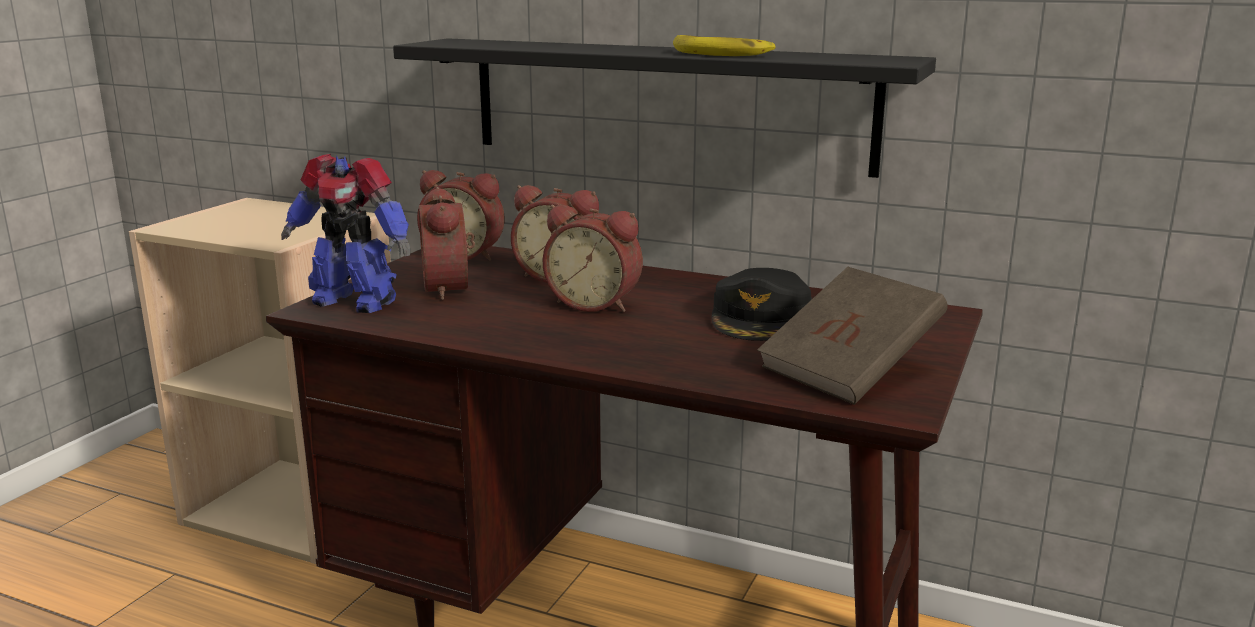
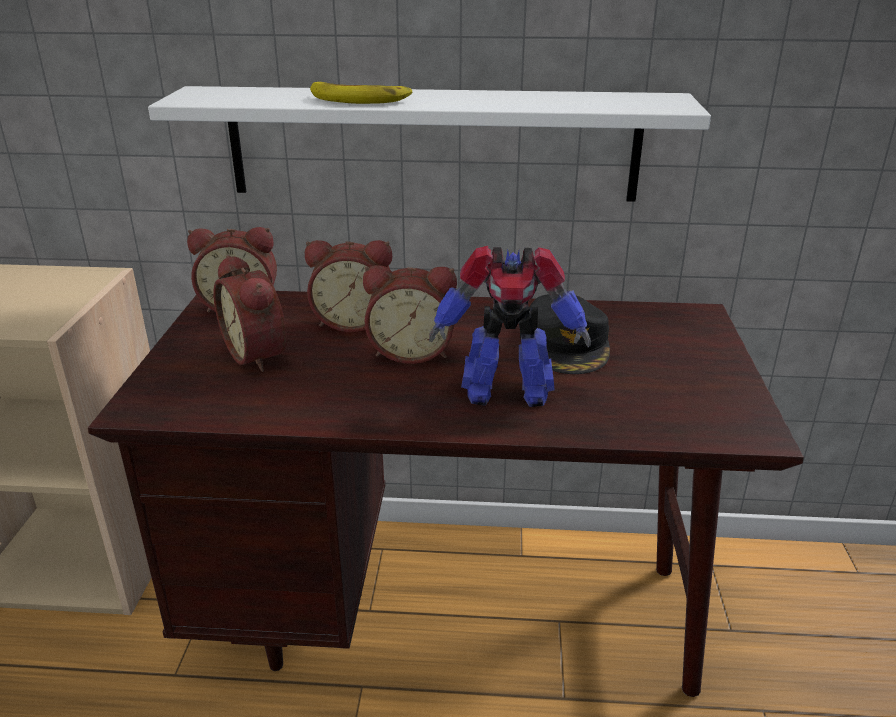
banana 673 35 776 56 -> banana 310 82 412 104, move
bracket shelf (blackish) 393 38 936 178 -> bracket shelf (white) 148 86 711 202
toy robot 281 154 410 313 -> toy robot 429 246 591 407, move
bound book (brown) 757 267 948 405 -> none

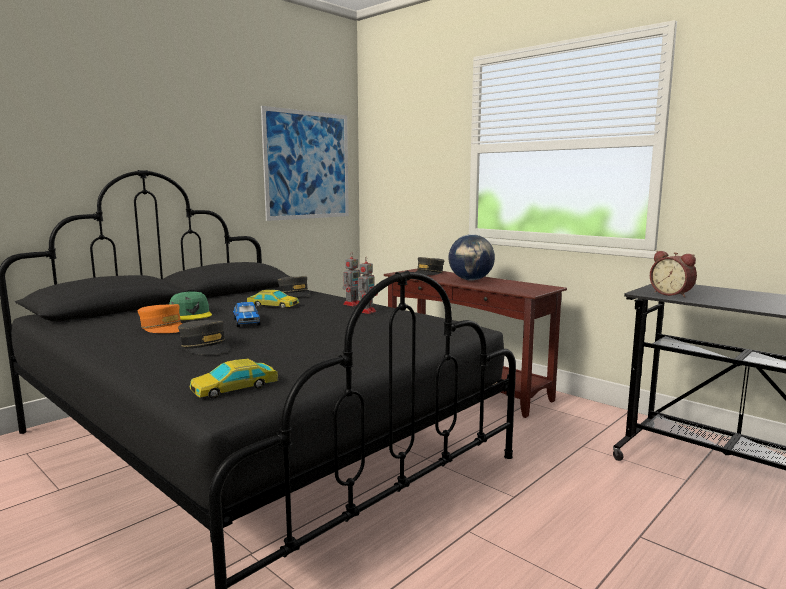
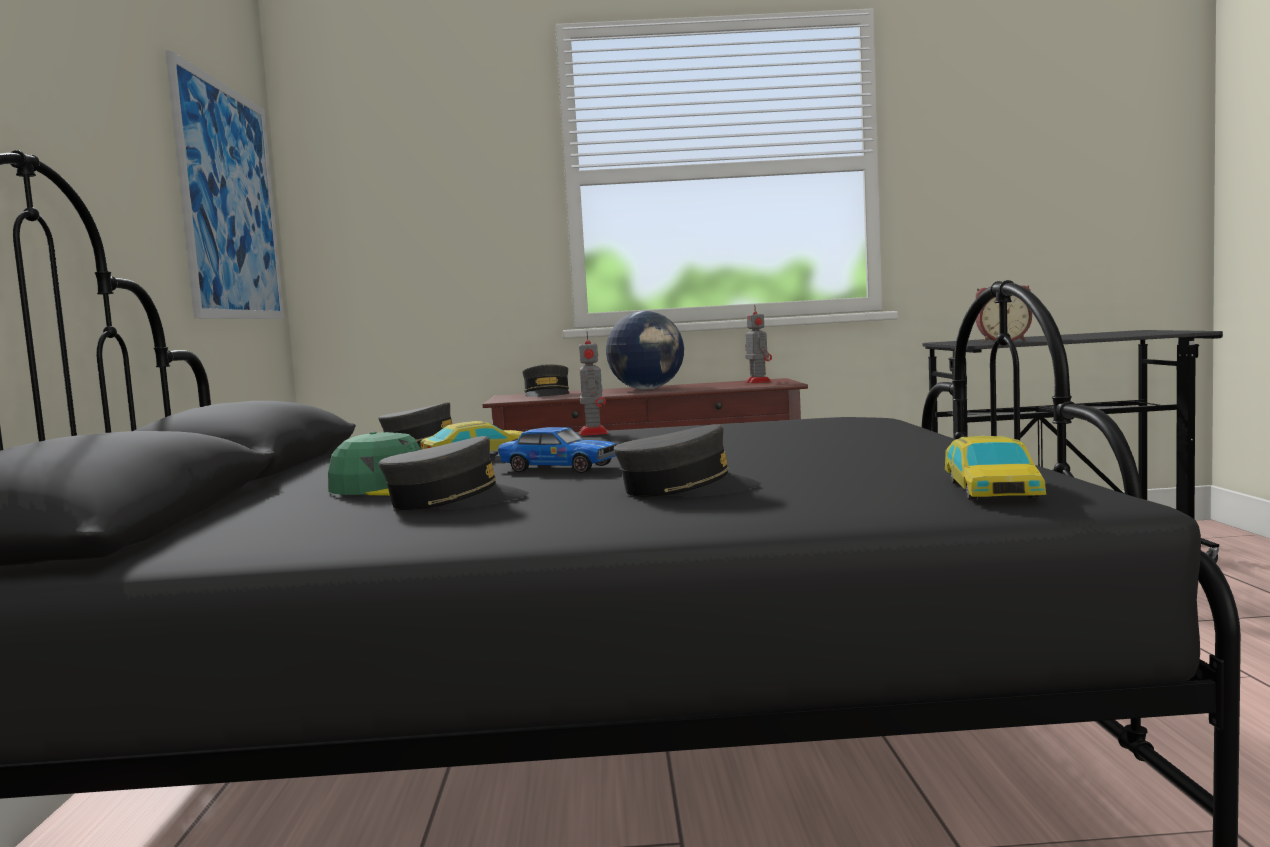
toy robot 357 257 378 314 -> toy robot 745 305 772 384, move
baseball cap (orangey) 138 304 182 333 -> baseball cap (grey) 379 436 529 510

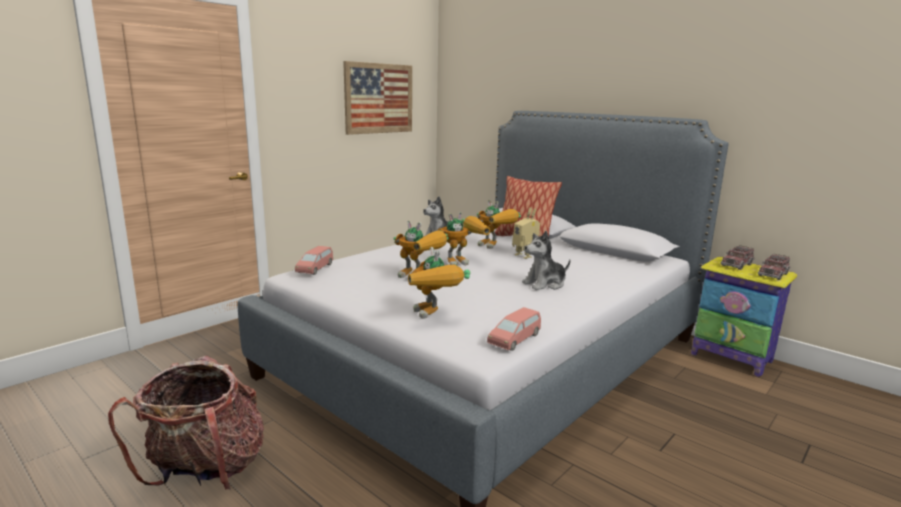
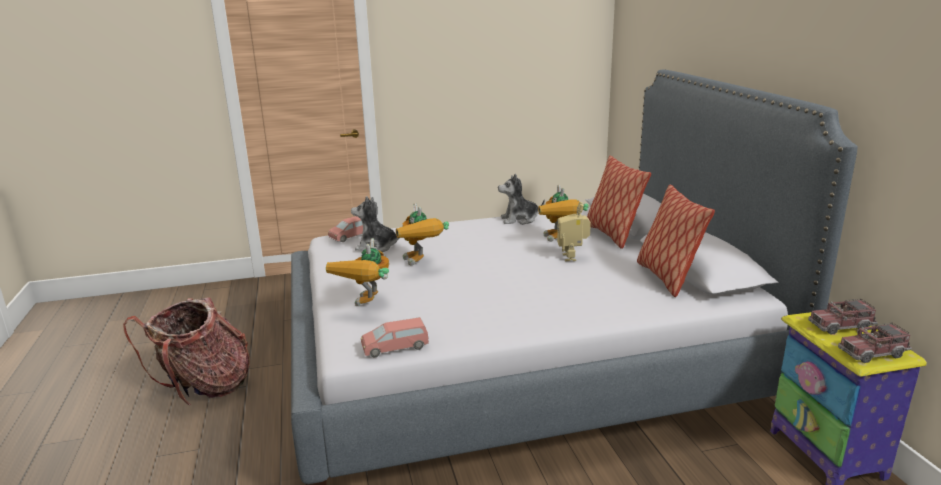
wall art 343 61 412 135 -> none
toy robot 437 212 491 266 -> none
cuddly toy 522 231 571 290 -> cuddly toy 351 196 399 252, move
none -> throw pillow 637 185 715 297

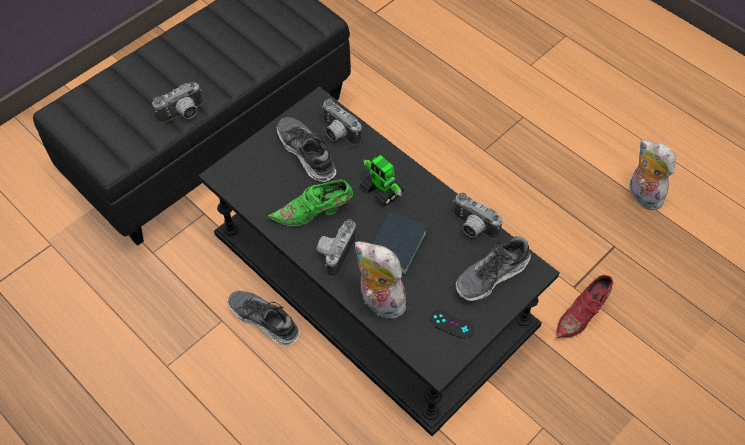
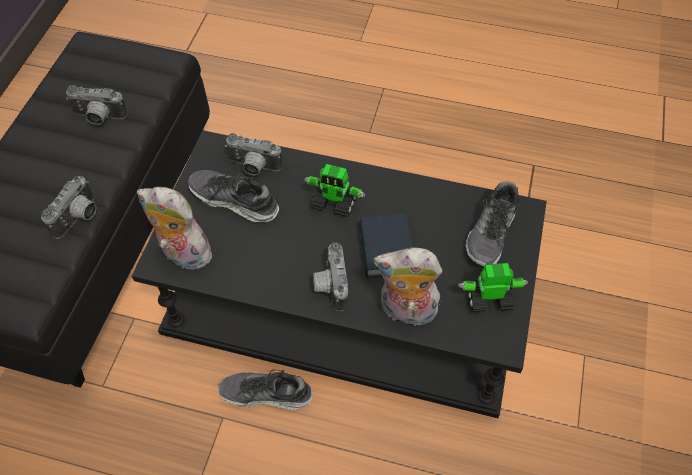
cuddly toy 628 139 676 210 -> cuddly toy 137 187 216 270, move
shoe (green) 268 180 353 226 -> none
still camera 453 192 503 239 -> still camera 66 85 128 125, move
shoe (red-coloured) 556 275 613 338 -> none
joypad (blackish) 429 310 474 339 -> toy robot 458 263 528 312

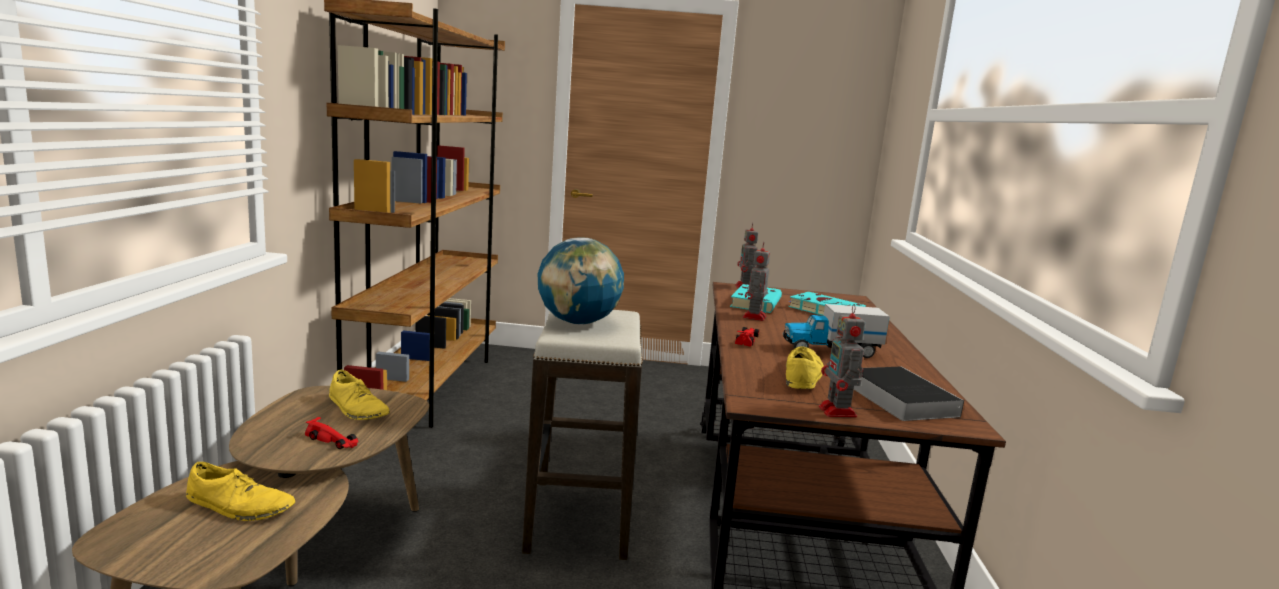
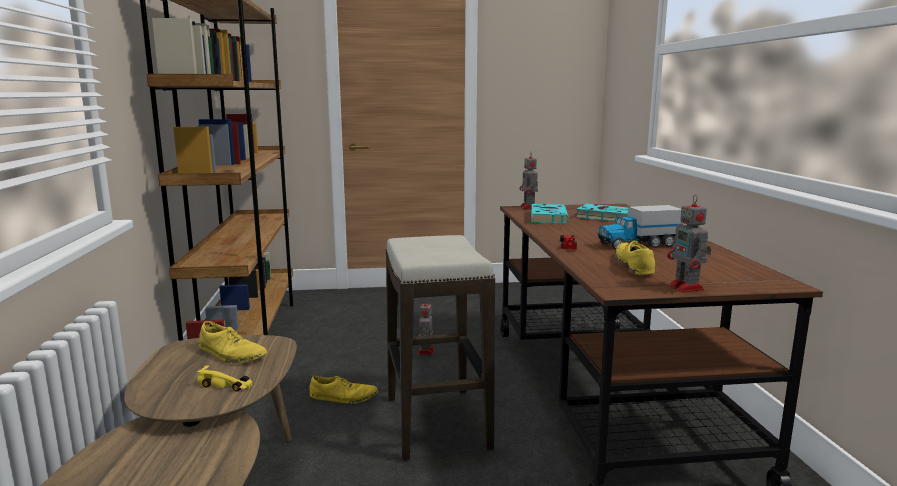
world globe 538 237 624 324 -> none
toy robot 742 242 770 321 -> toy robot 417 299 435 355, move
bound book 854 367 964 421 -> none
toy car (red-coloured) 305 417 359 449 -> toy car (yellowish) 197 365 252 391
shoe (yellowish) 186 462 296 521 -> shoe (yellowish) 310 376 378 404, move

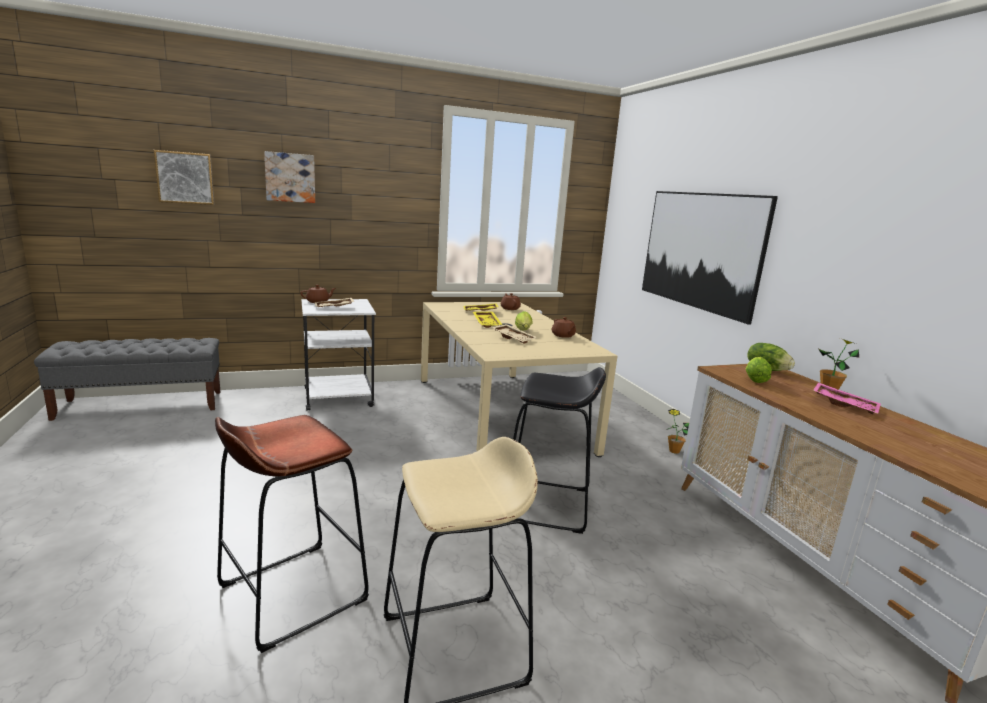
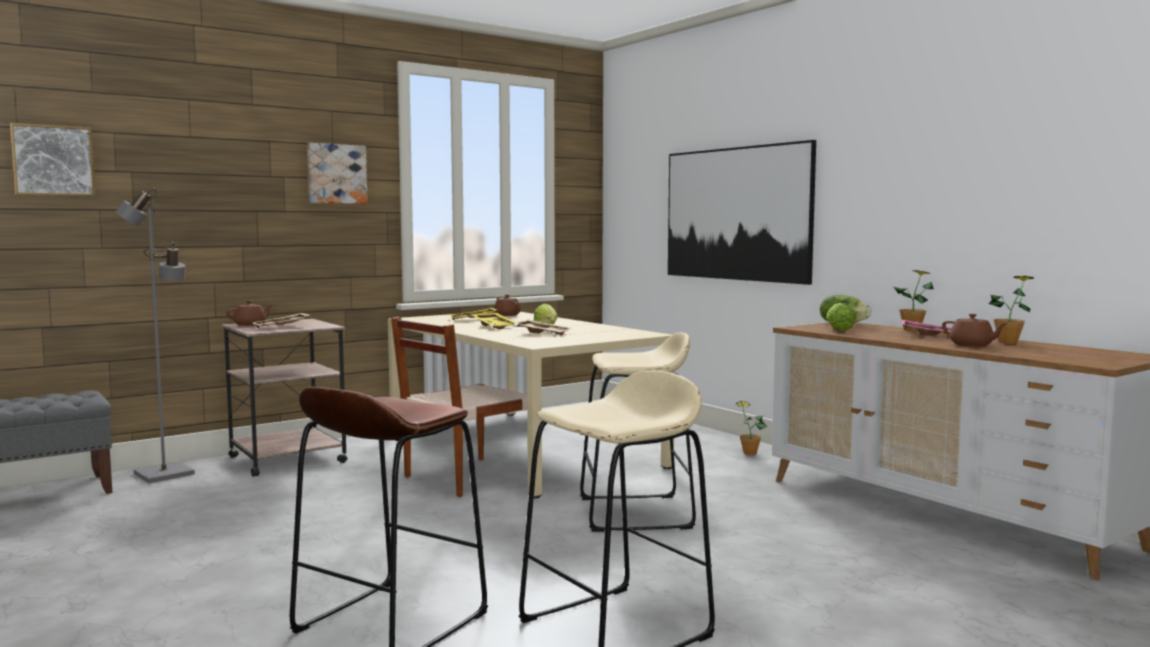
wall art 264 151 315 203 -> wall art 307 143 368 204, move
wheeled cart (white) 301 299 376 410 -> wheeled cart (brown) 222 319 348 477
tea pot (brown) 552 317 576 338 -> tea pot (brown) 942 314 1008 347, move
stool (blackish) 513 367 606 534 -> stool (beige) 580 332 696 532
none -> floor lamp (grey) 115 188 195 483
none -> plant in a pot 989 276 1034 344
none -> chair 391 317 527 497

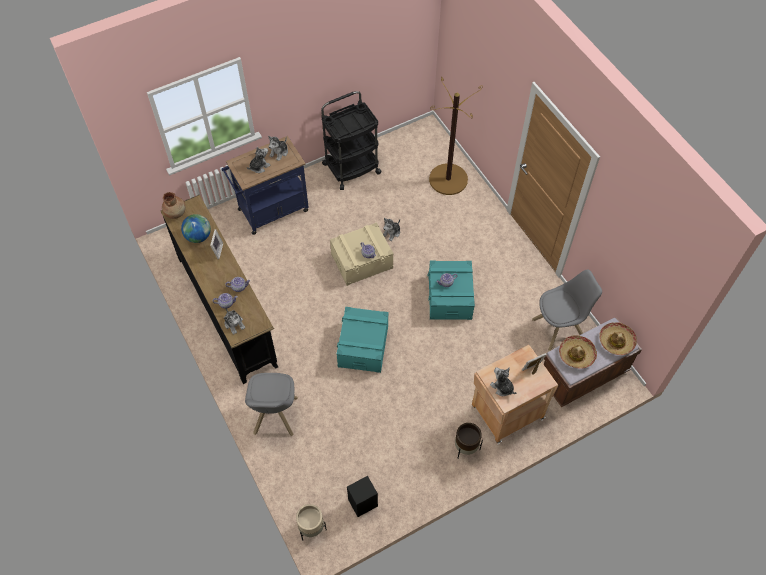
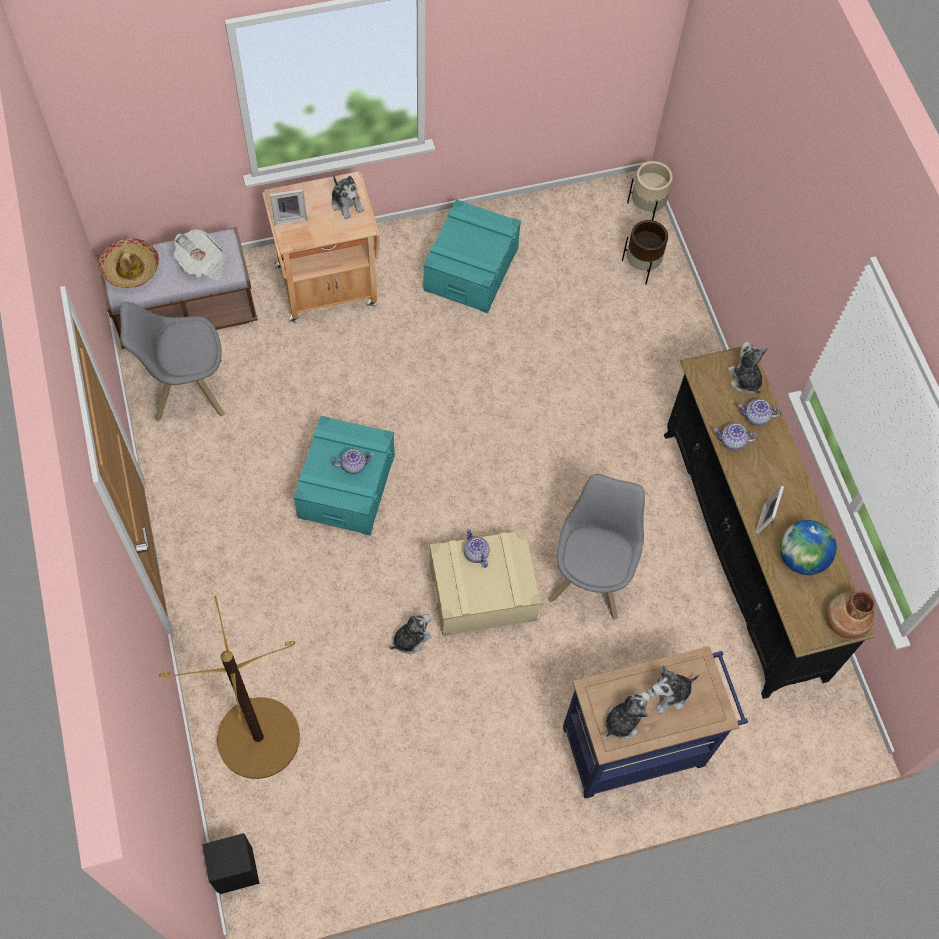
wheeled cart (blackish) 321 91 382 190 -> none
storage bin (turquoise) 336 307 388 373 -> storage bin (turquoise) 423 199 521 314, move
clothing hat 559 335 597 369 -> newspaper 174 229 226 280
chair (grey) 245 373 298 436 -> chair (grey) 548 474 645 620, move
plant pot (brown) 455 423 483 458 -> plant pot (brown) 622 220 668 285, move
audio speaker (blackish) 347 476 378 517 -> audio speaker (blackish) 202 833 260 894, move

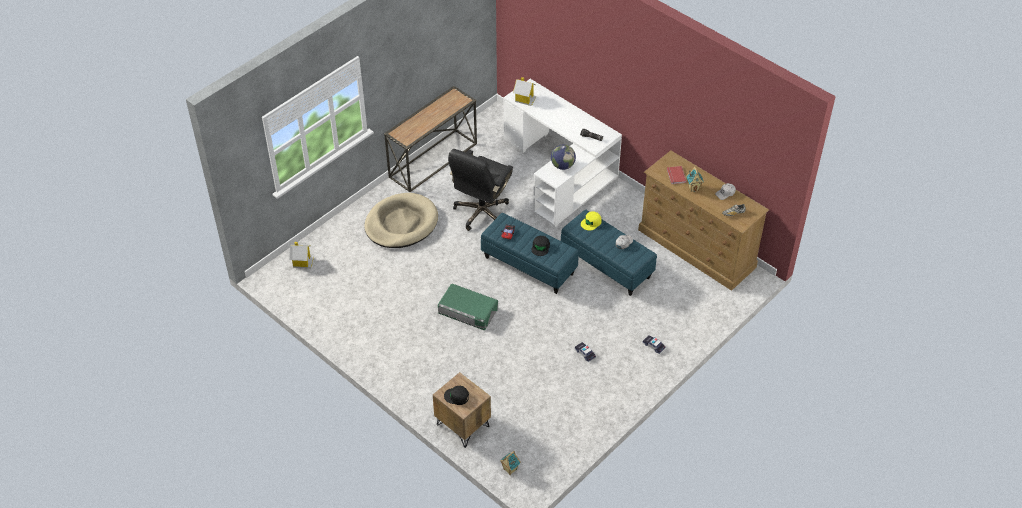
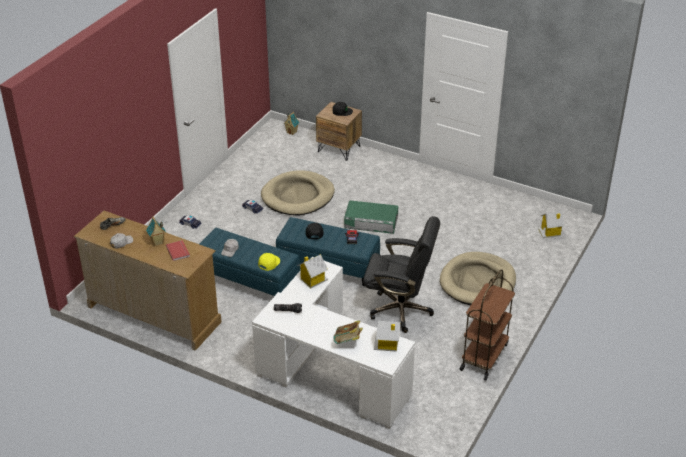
hall table 384 86 477 192 -> wheeled cart (brown) 460 269 515 381
world globe 551 145 576 170 -> model house 297 254 328 288
desk chair (blackish) 448 149 513 231 -> desk chair (blackish) 363 216 440 333, 90 degrees clockwise
none -> dog bed (beige) 261 170 335 215
none -> bound book 333 320 363 344

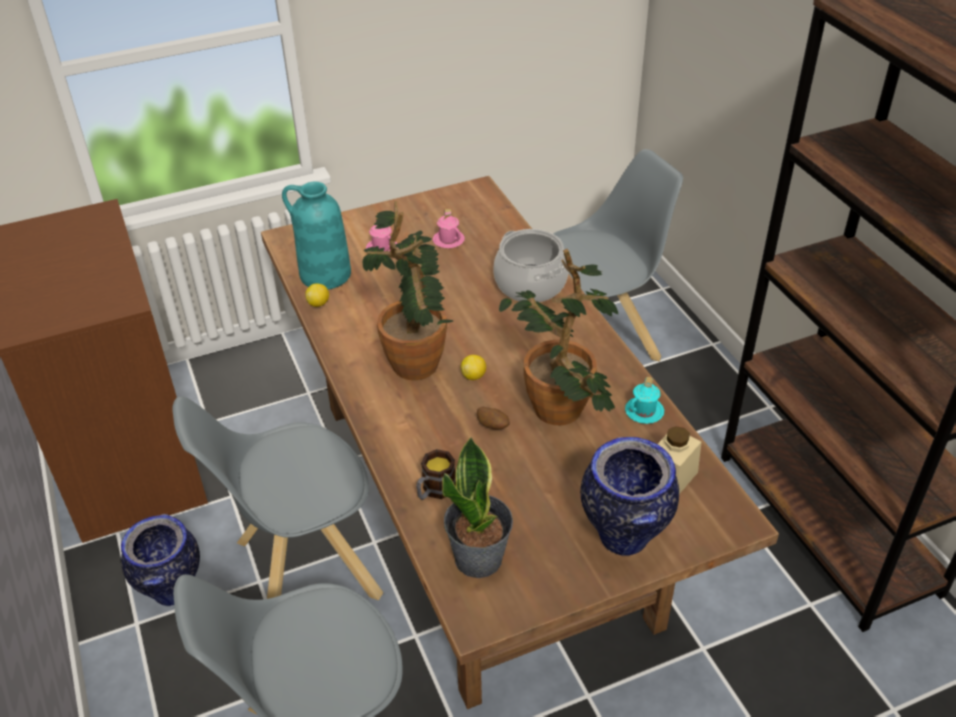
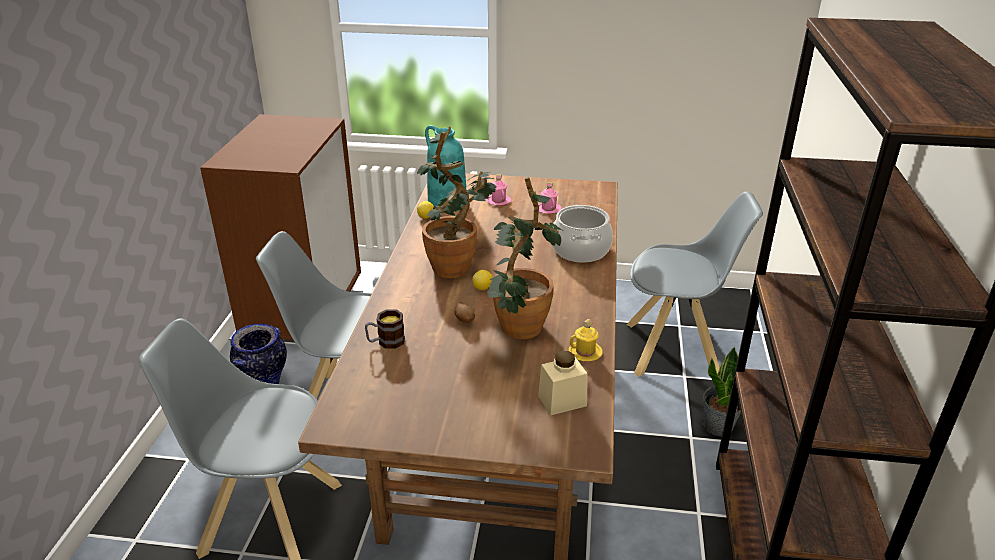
mug (turquoise) 625 377 664 424 -> mug (yellowish) 568 319 603 362
plant in a pot 442 437 513 578 -> plant in a pot 703 347 741 437, move
vase 580 437 679 556 -> none

